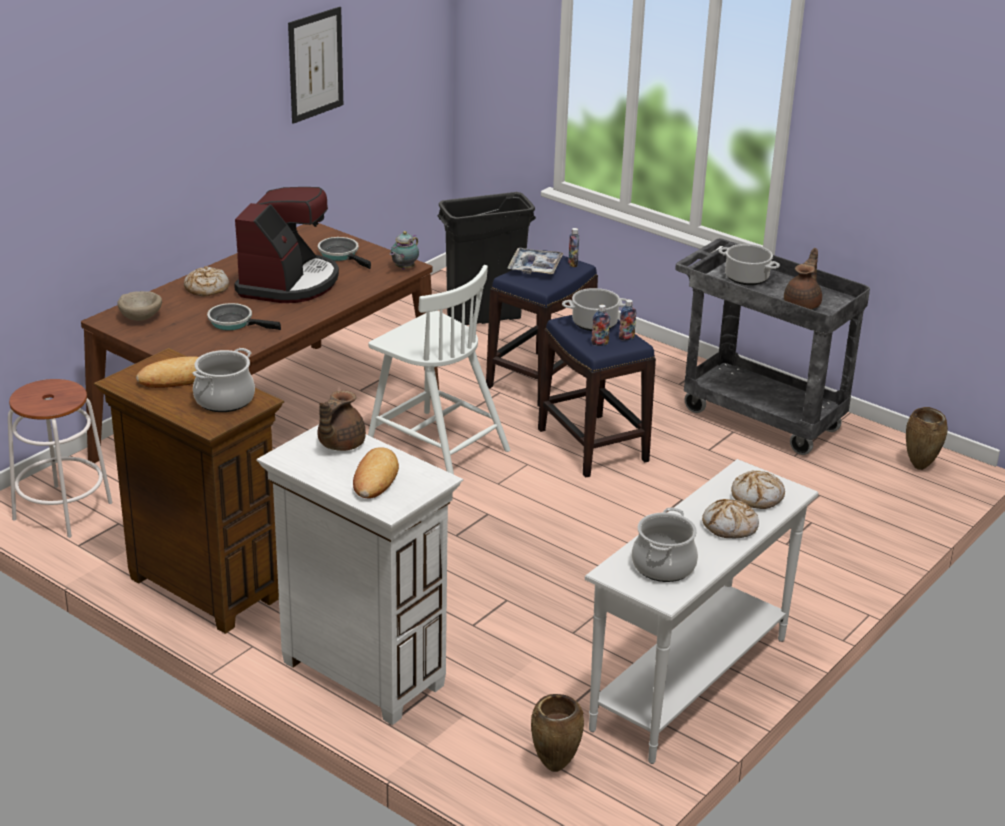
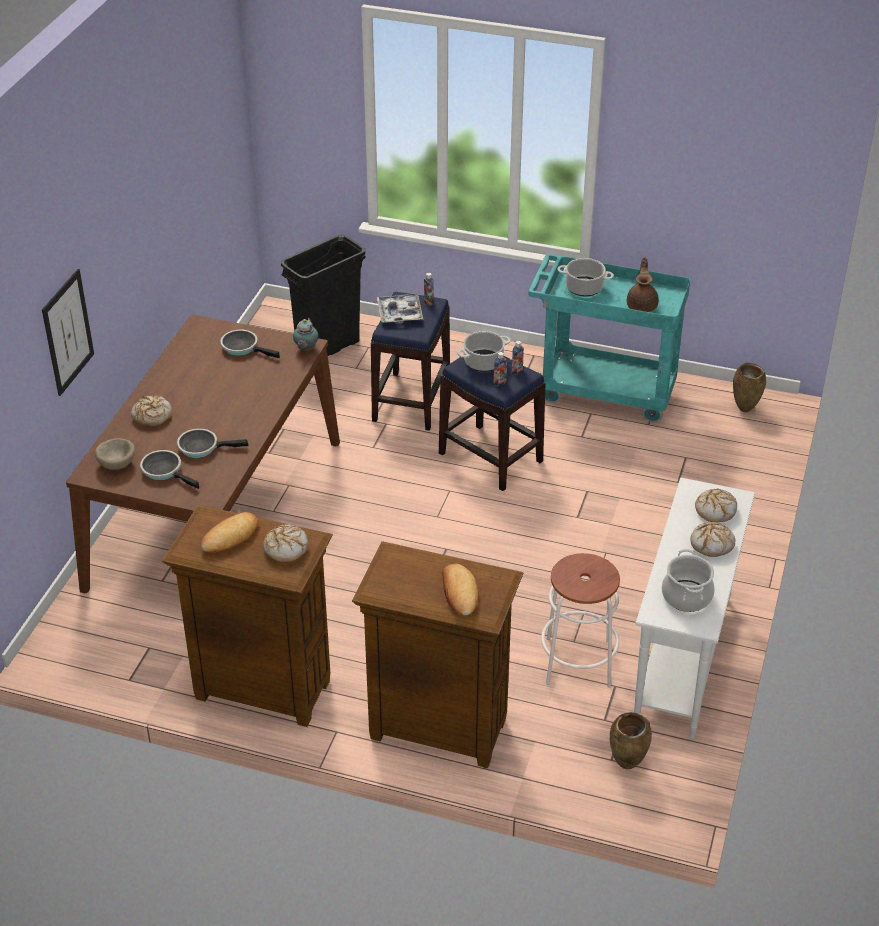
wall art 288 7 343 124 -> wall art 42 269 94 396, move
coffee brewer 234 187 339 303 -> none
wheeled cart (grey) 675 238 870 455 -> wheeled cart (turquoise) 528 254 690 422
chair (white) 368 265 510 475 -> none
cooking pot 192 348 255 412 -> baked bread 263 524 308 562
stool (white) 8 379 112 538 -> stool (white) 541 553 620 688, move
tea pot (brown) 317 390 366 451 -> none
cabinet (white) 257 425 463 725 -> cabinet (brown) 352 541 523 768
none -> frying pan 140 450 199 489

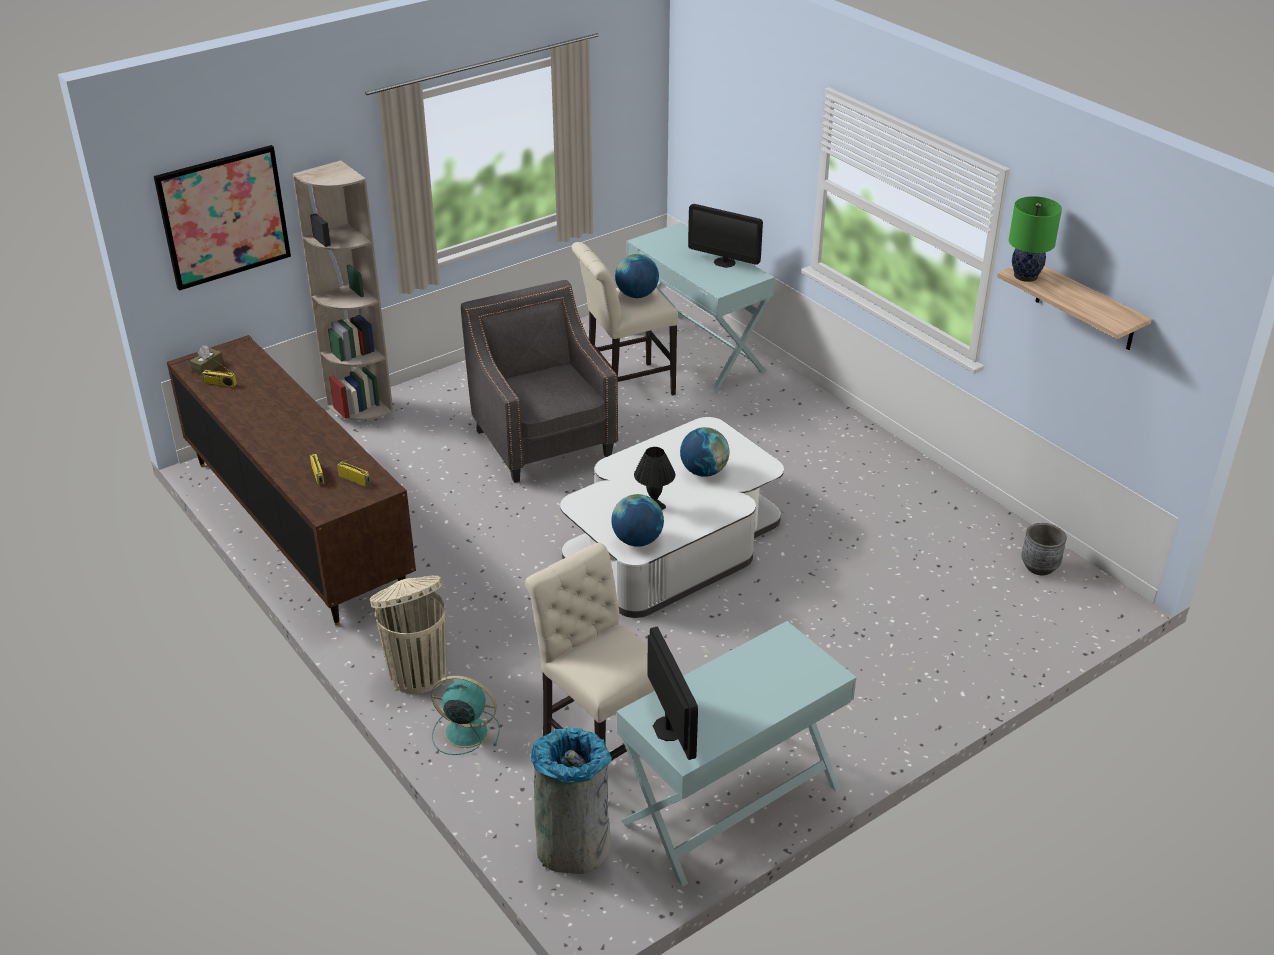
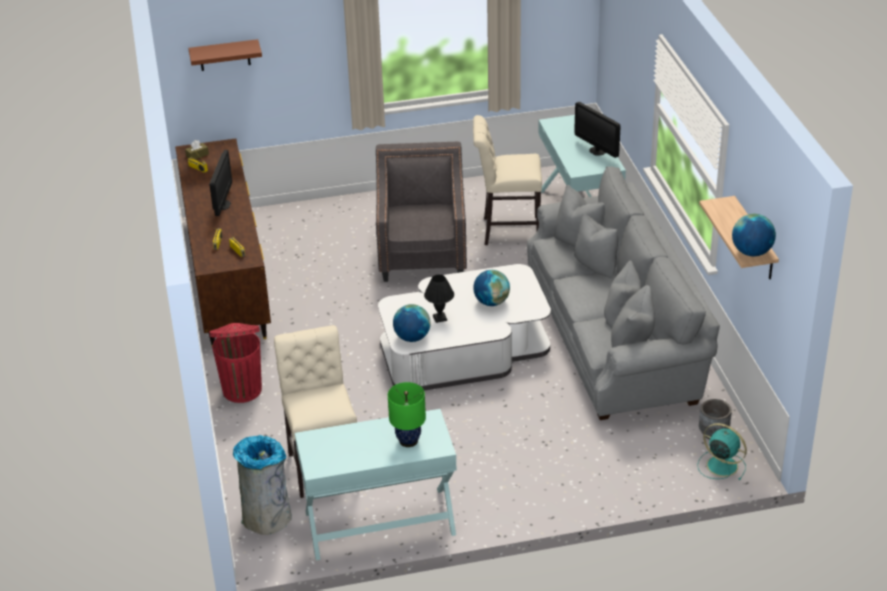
wall art 154 145 291 291 -> bracket shelf (brown) 188 39 262 71
bookshelf (beige) 293 161 393 422 -> none
tabletop lamp (green) 1009 196 1062 282 -> tabletop lamp (green) 388 382 426 447, move
world globe 615 254 659 298 -> world globe 732 214 776 256, move
rubbish bin (beige) 370 575 446 694 -> rubbish bin (red-coloured) 210 323 262 403
computer display 648 627 698 760 -> computer display 209 150 232 216, move
electric fan (turquoise) 431 676 500 755 -> electric fan (turquoise) 697 423 747 480, move
none -> sofa (grey) 527 166 720 420

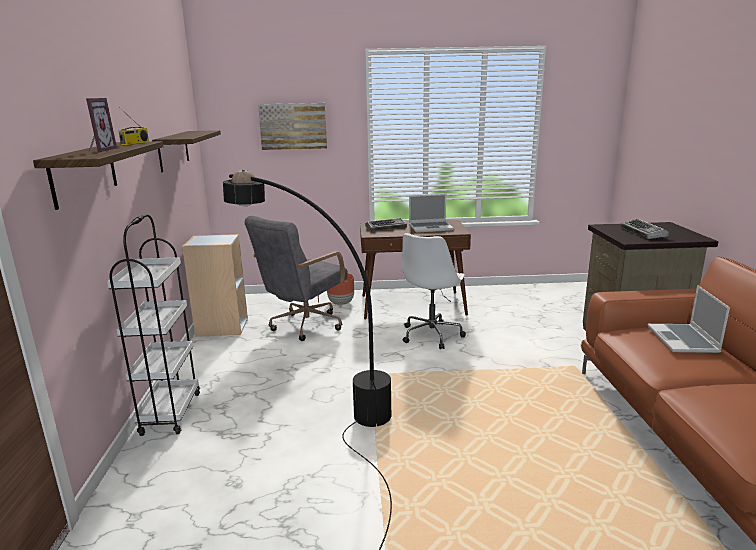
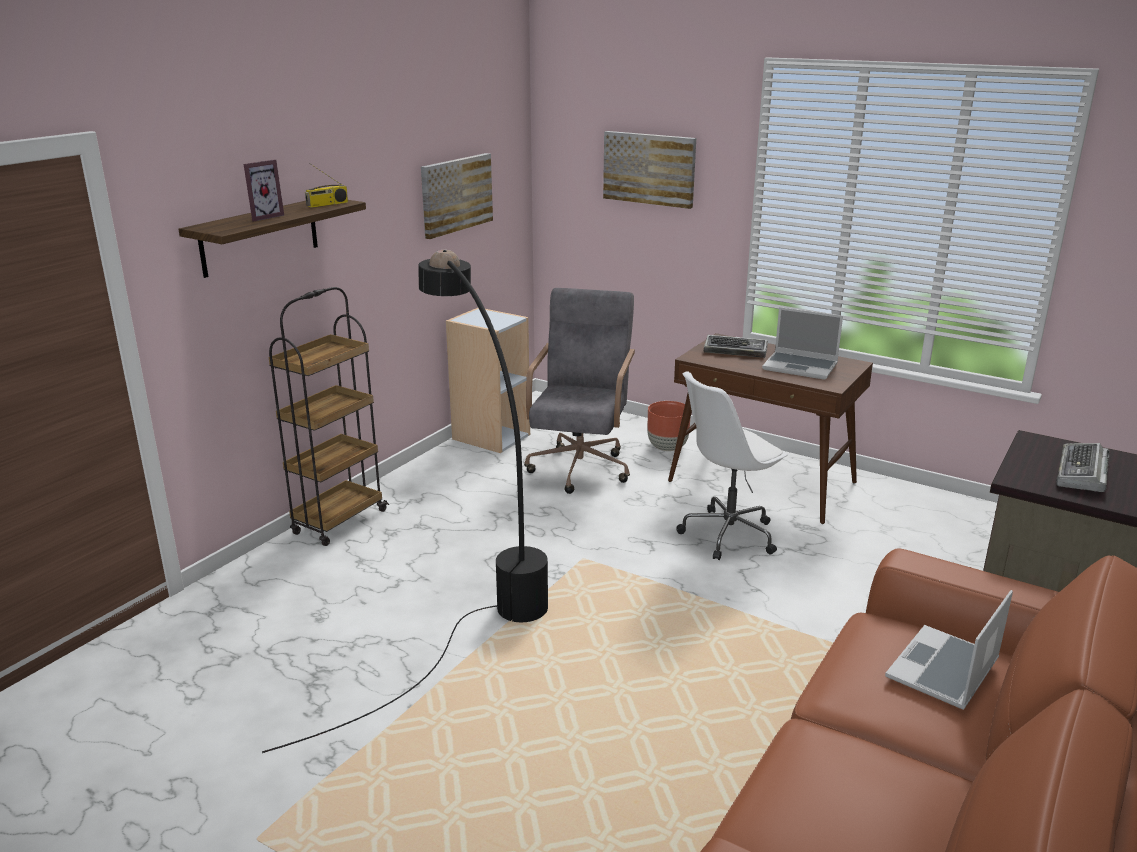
bracket shelf 152 130 221 172 -> wall art 421 153 493 239
wheeled cart (white) 107 214 200 436 -> wheeled cart (brown) 269 287 389 546
desk chair (grey) 245 216 348 341 -> desk chair (grey) 524 288 635 494, 120 degrees clockwise

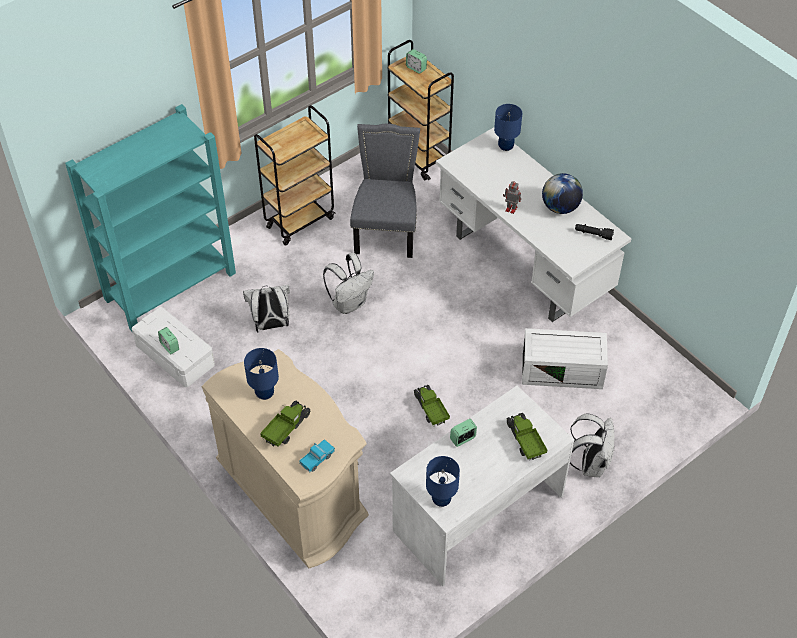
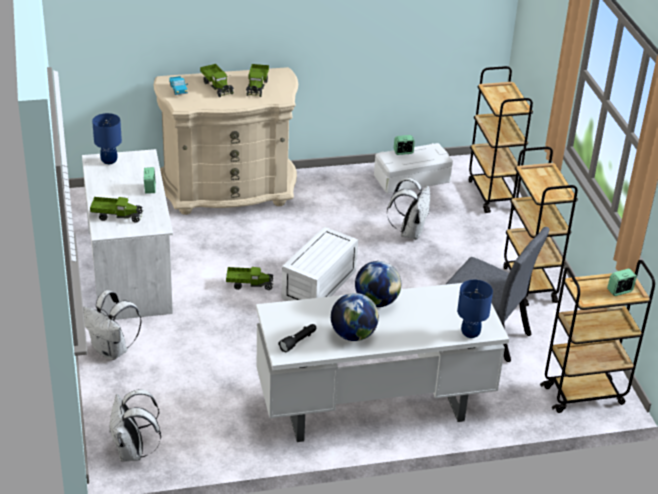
bookshelf (turquoise) 65 104 236 331 -> wheeled cart (brown) 468 66 533 213
toy robot 503 182 521 214 -> world globe 355 261 401 307
rucksack (white) 323 253 374 314 -> rucksack (white) 109 389 161 461, move
storage bin (white) 522 328 608 389 -> storage bin (white) 281 227 358 301, move
tabletop lamp (blue-coloured) 244 348 279 400 -> model truck 246 64 269 97

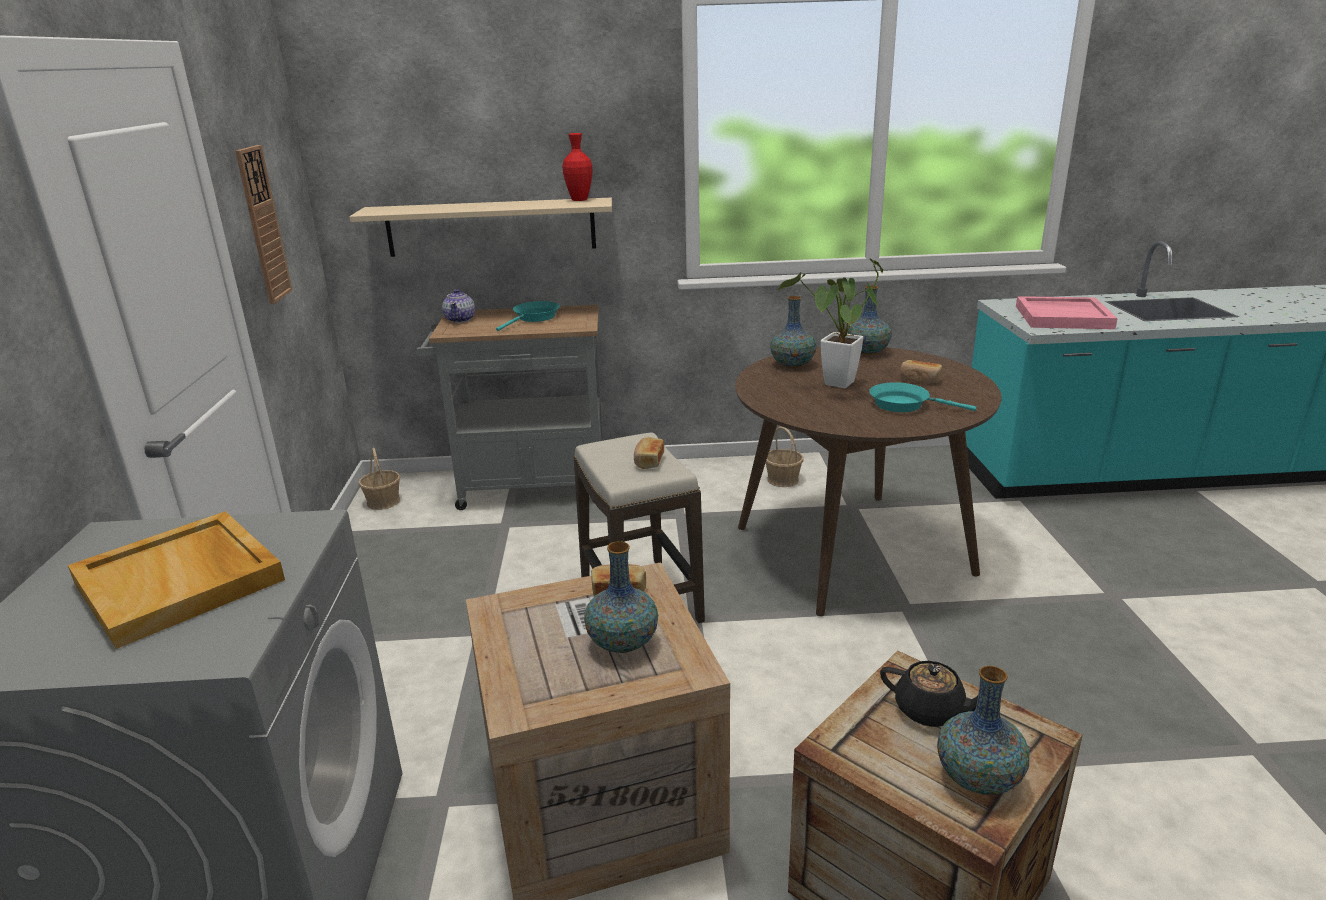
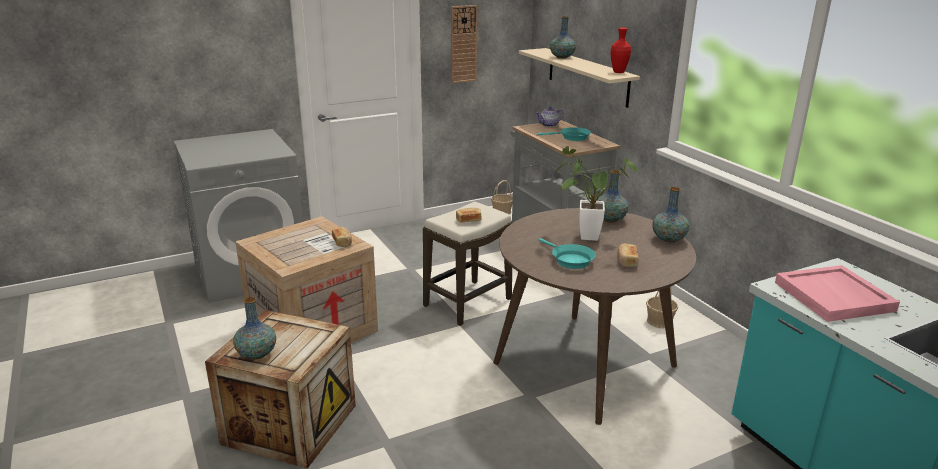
frying pan (turquoise) 869 382 976 412 -> frying pan (turquoise) 538 238 596 269, 150 degrees clockwise
carrying tray (beige) 68 511 285 649 -> none
vase 584 541 658 653 -> vase 550 16 576 59, move
tea pot (blackish) 880 661 978 727 -> none

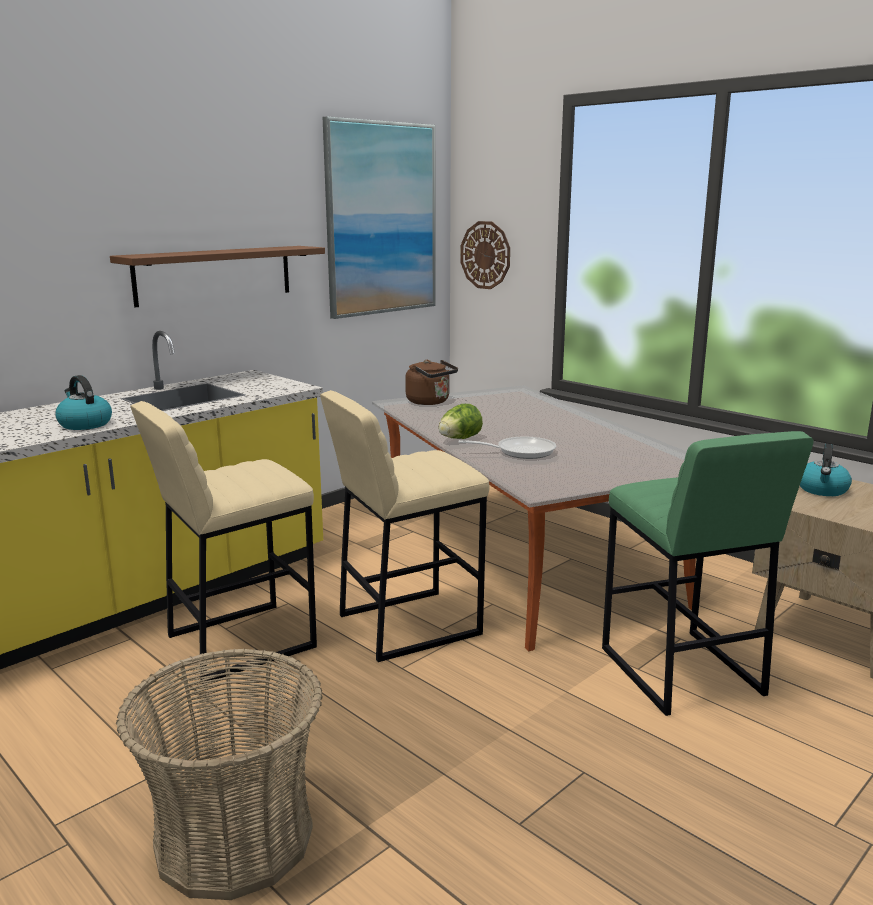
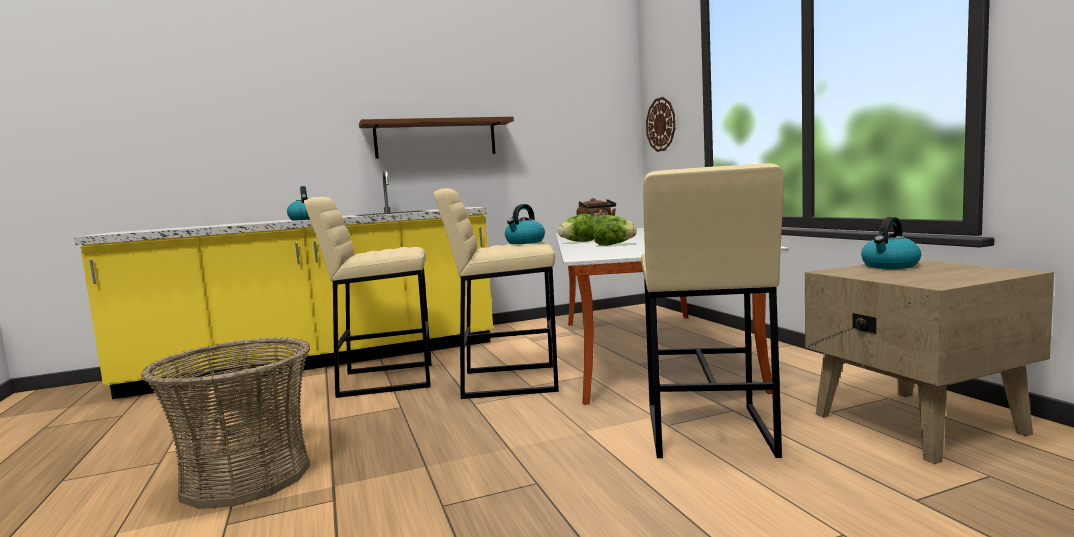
wall art 323 116 436 319 -> none
stool (green) 602 431 814 716 -> stool (beige) 641 163 784 458
frying pan 459 437 556 459 -> lettuce head 593 215 637 246
none -> water kettle 505 204 545 244

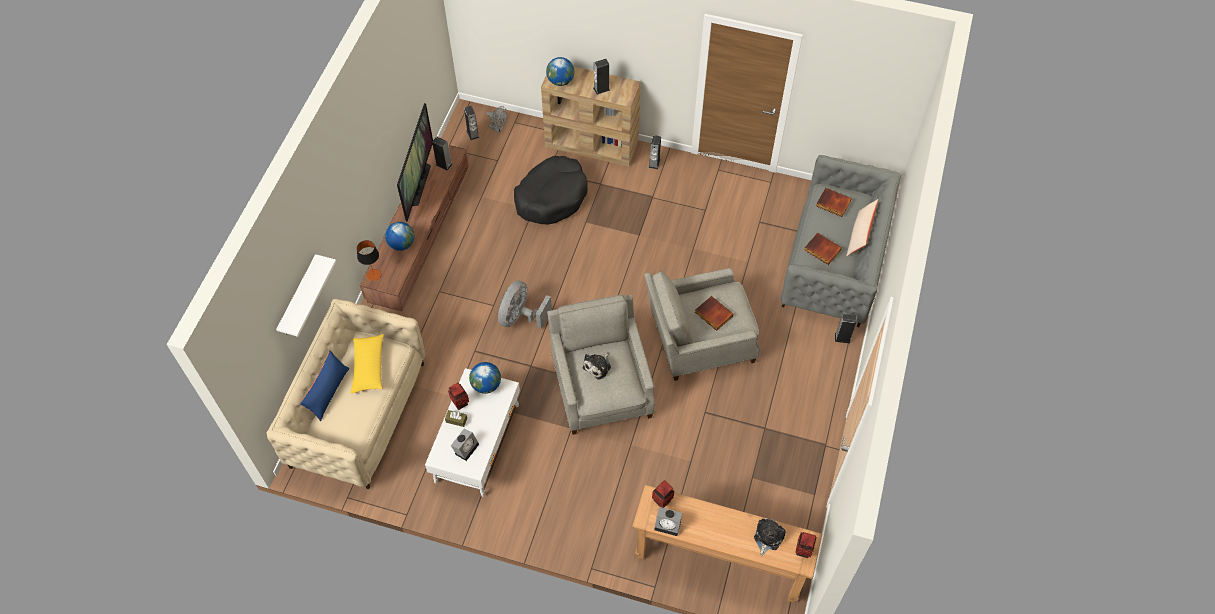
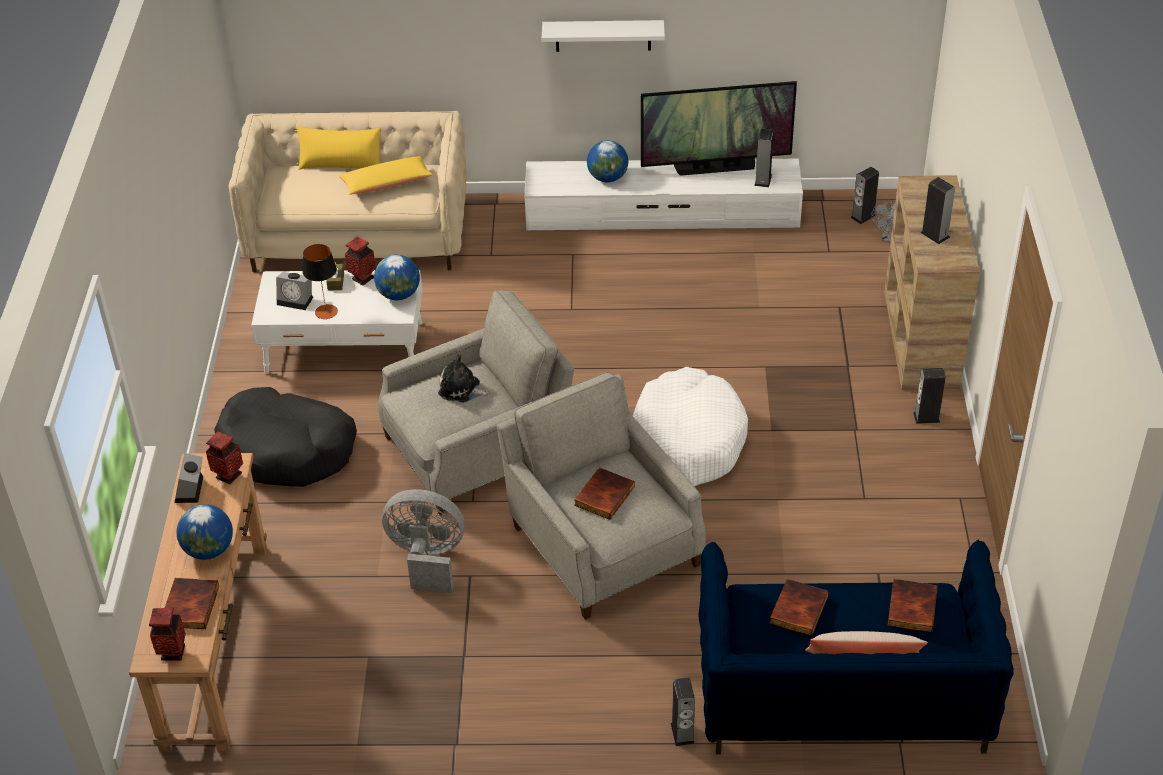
world globe 546 57 574 86 -> world globe 177 504 233 560, move
media console (brown) 360 144 469 311 -> media console (white) 524 158 803 230
sofa (grey) 781 155 901 327 -> sofa (blue-coloured) 699 539 1014 755
dog bed (blackish) 514 156 588 224 -> dog bed (blackish) 214 387 357 487, move
tabletop lamp 357 240 381 281 -> tabletop lamp 303 244 338 319, move
bracket shelf (white) 276 254 336 337 -> bracket shelf (white) 542 20 665 52, move
electric fan (grey) 498 280 552 328 -> electric fan (grey) 382 489 465 593, move
throw pillow (blue-coloured) 300 350 349 421 -> throw pillow (yellowish) 297 126 381 170
cuddly toy 754 518 786 556 -> bound book 165 578 219 629
none -> dog bed (white) 633 367 748 486

